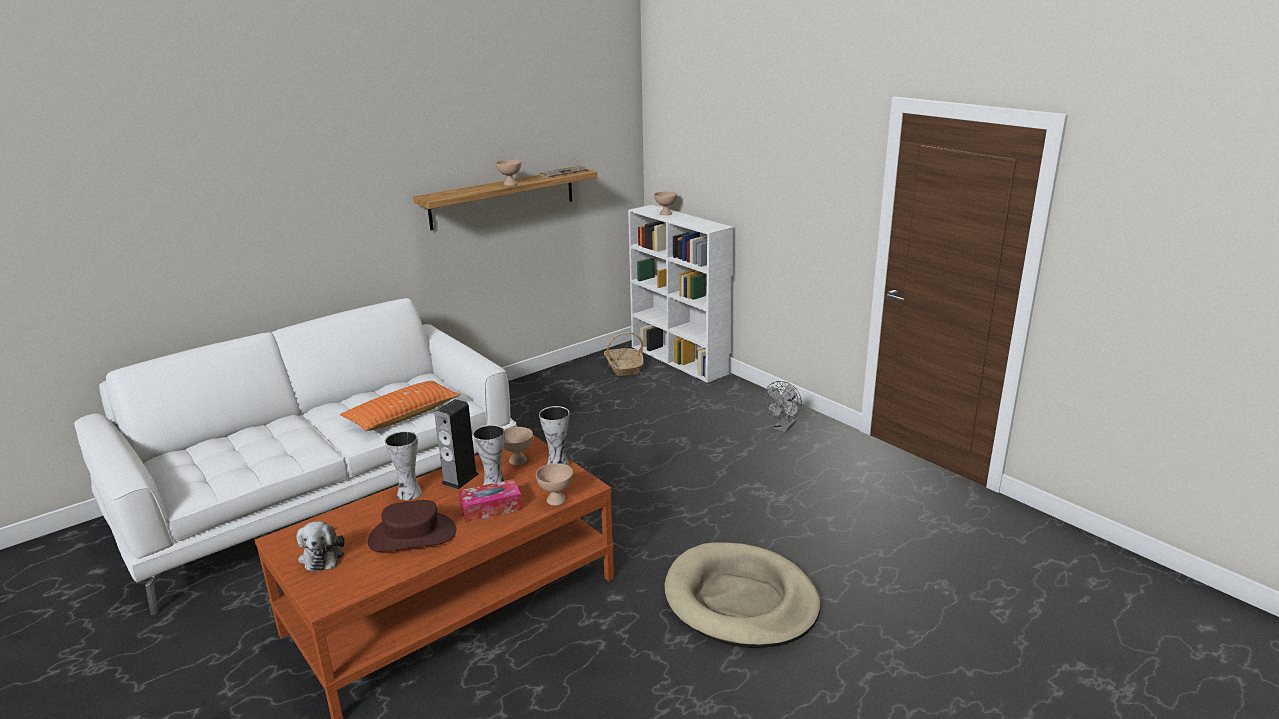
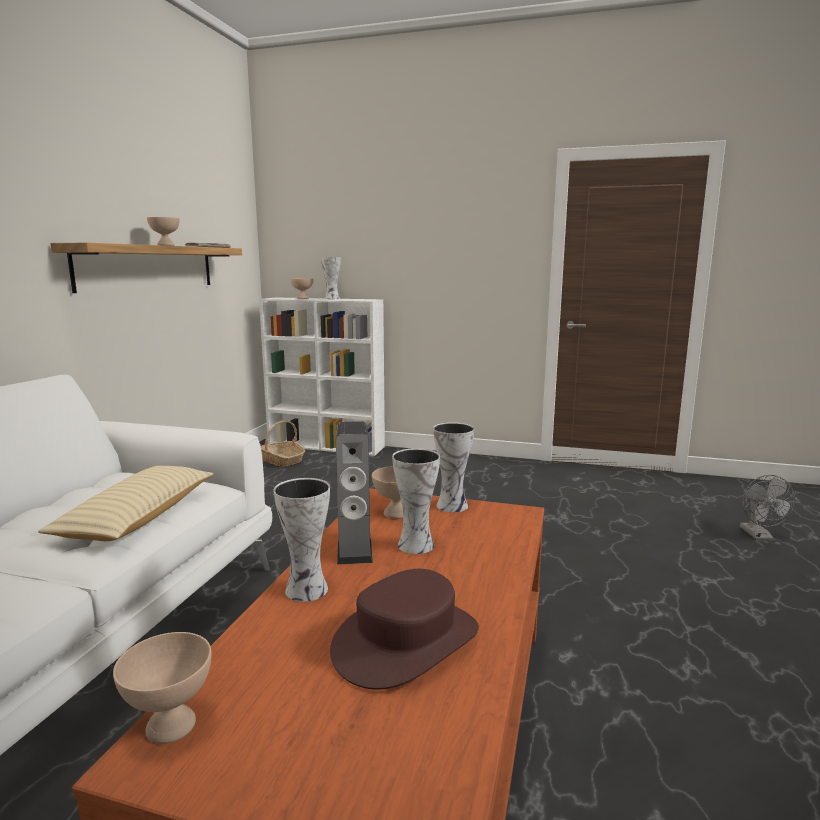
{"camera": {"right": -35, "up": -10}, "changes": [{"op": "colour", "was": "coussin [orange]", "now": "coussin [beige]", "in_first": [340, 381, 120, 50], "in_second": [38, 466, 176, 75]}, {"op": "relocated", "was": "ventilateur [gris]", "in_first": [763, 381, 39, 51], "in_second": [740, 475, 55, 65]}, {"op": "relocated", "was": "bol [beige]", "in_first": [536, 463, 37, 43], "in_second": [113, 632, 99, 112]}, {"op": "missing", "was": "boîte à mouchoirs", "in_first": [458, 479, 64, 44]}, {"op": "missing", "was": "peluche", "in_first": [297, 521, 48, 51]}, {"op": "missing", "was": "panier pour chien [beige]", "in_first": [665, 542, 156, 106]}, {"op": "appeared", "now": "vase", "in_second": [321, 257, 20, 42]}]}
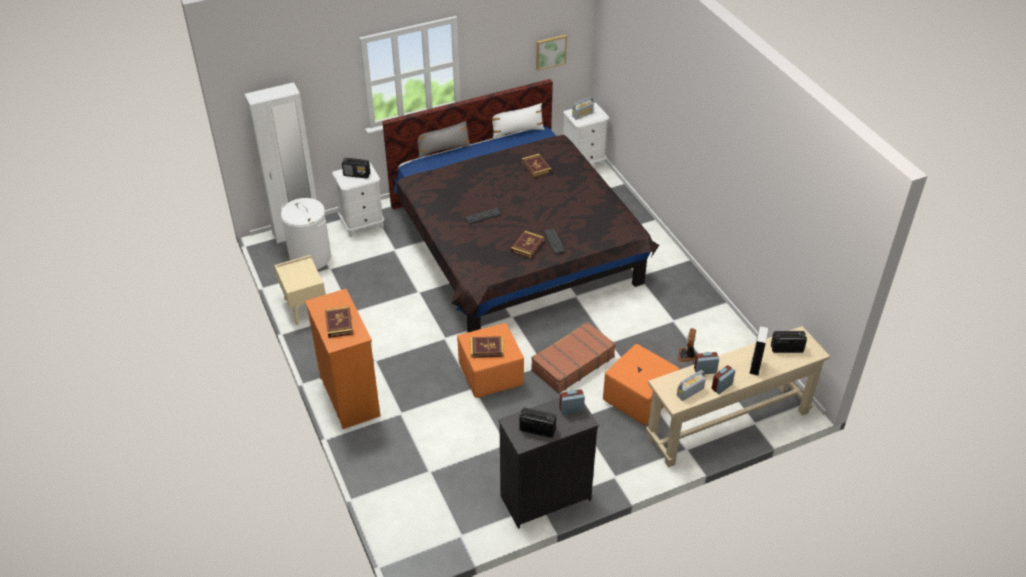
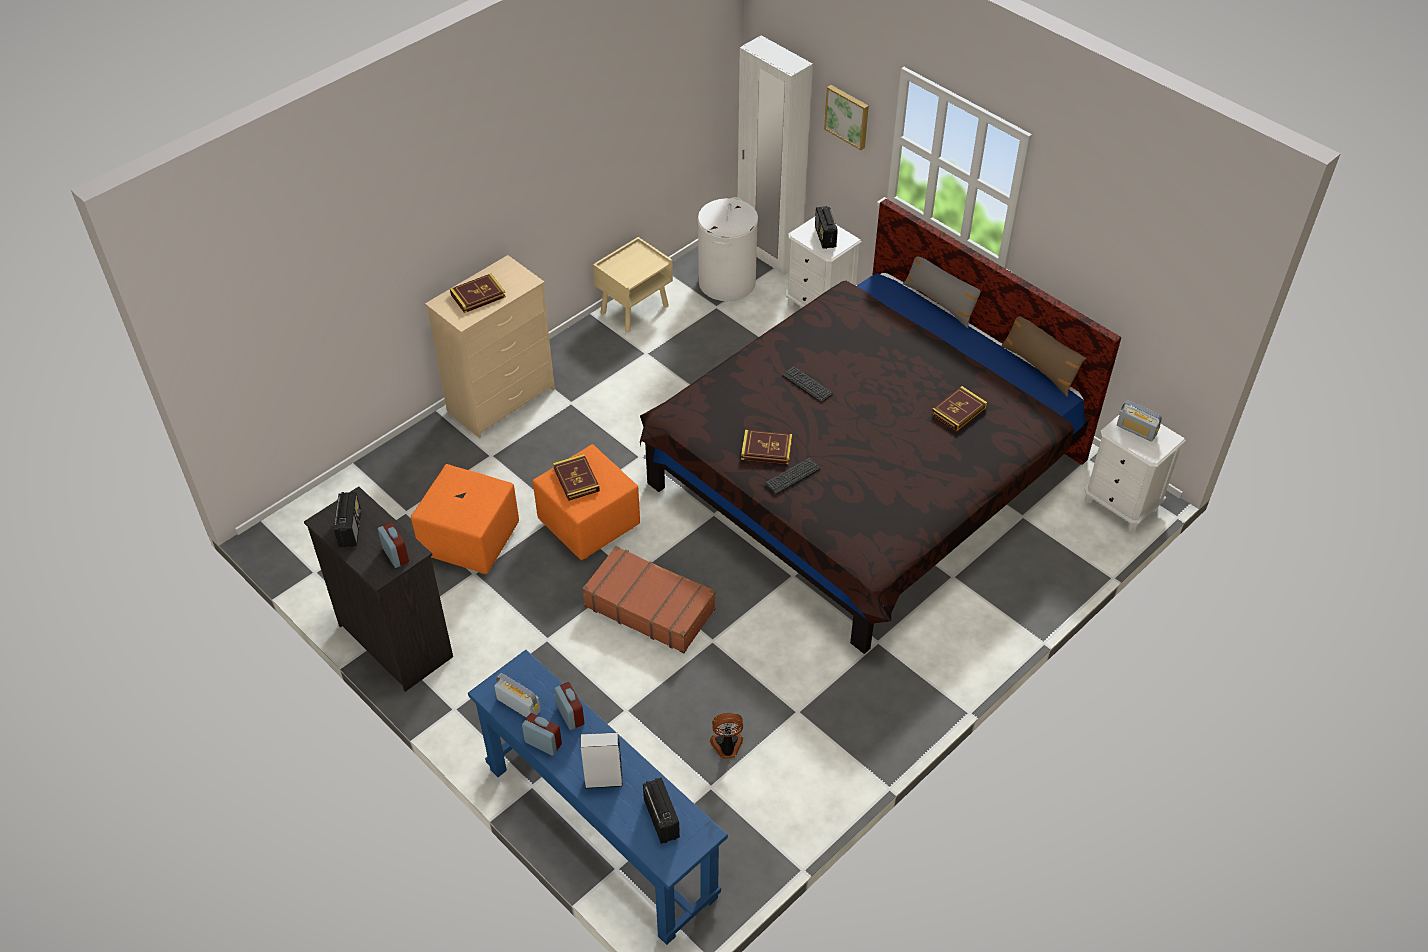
{"camera": {"right": 70, "up": 5}, "changes": [{"op": "relocated", "was": "tableau", "in_first": [536, 35, 31, 36], "in_second": [824, 85, 45, 65]}, {"op": "colour", "was": "coussin [blanc]", "now": "coussin [marron]", "in_first": [492, 103, 53, 36], "in_second": [1001, 316, 85, 81]}, {"op": "colour", "was": "commode [orange]", "now": "commode [beige]", "in_first": [305, 289, 75, 140], "in_second": [425, 255, 130, 184]}, {"op": "colour", "was": "table console [beige]", "now": "table console [bleu]", "in_first": [646, 326, 184, 142], "in_second": [468, 650, 260, 295]}, {"op": "relocated", "was": "pouf [orange]", "in_first": [603, 344, 76, 81], "in_second": [411, 464, 108, 110]}]}
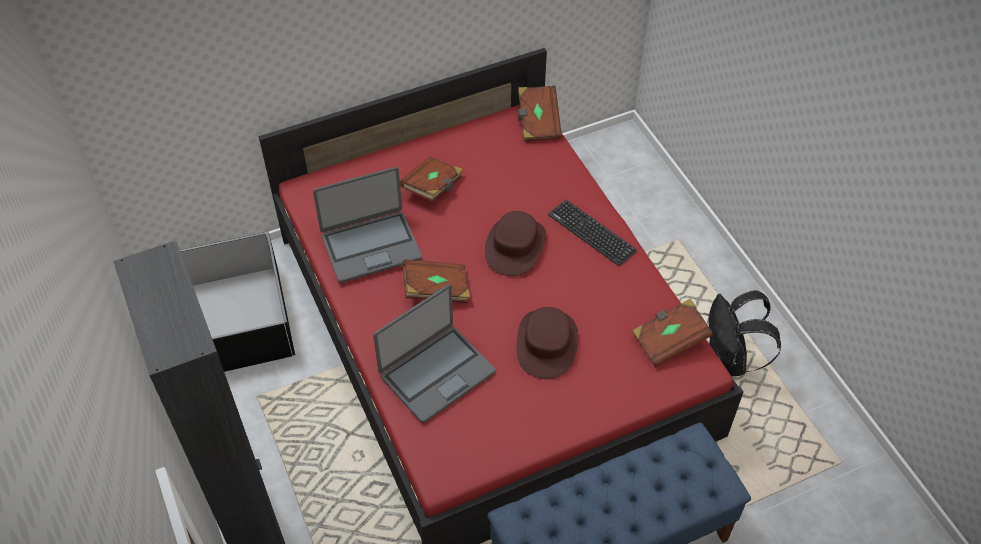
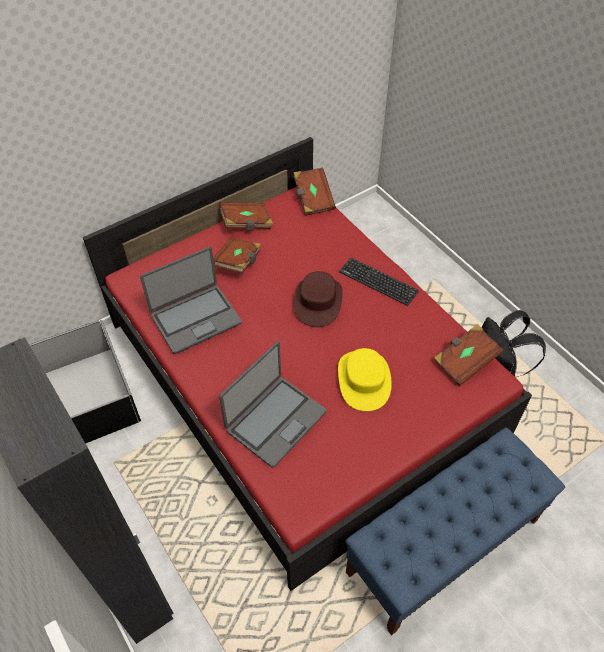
{"camera": {"right": -10, "up": 0}, "changes": [{"op": "relocated", "was": "livre [marron]", "in_first": [402, 259, 68, 44], "in_second": [219, 202, 54, 29]}, {"op": "colour", "was": "chapeau [marron]", "now": "chapeau [jaune]", "in_first": [517, 307, 61, 72], "in_second": [338, 348, 54, 63]}]}
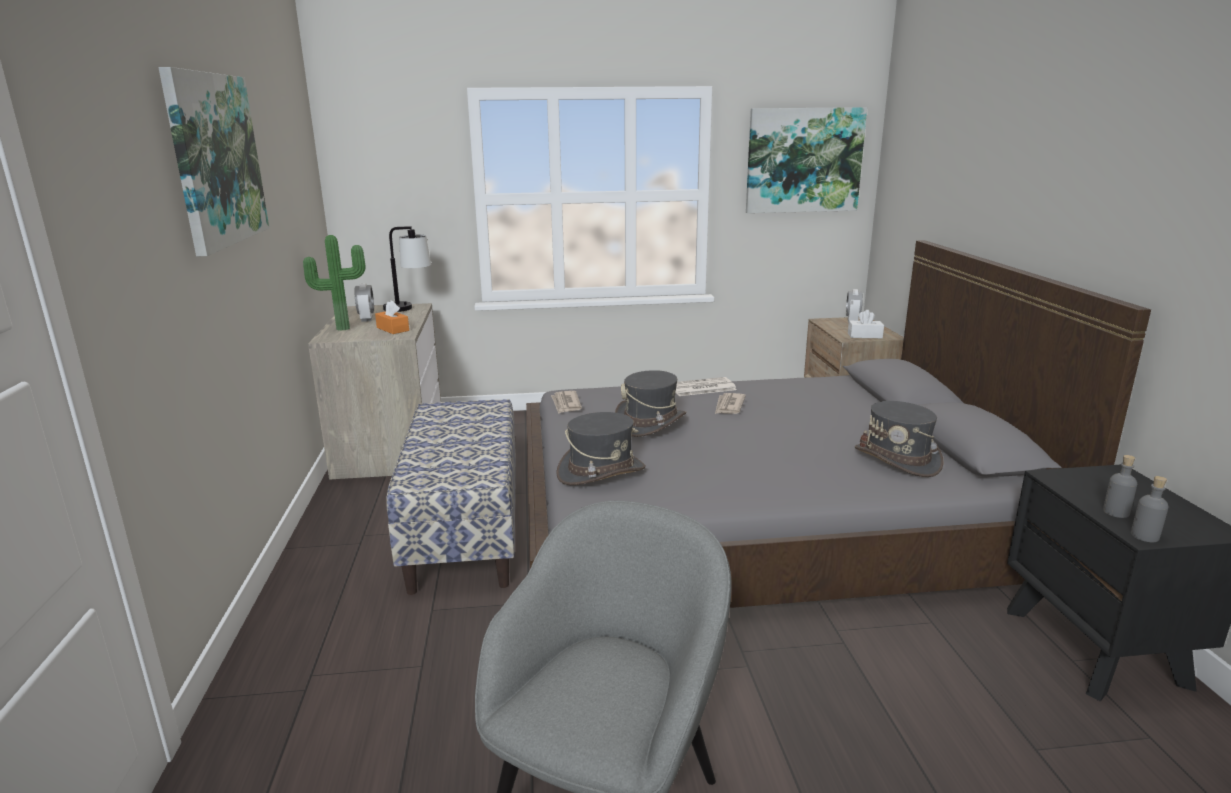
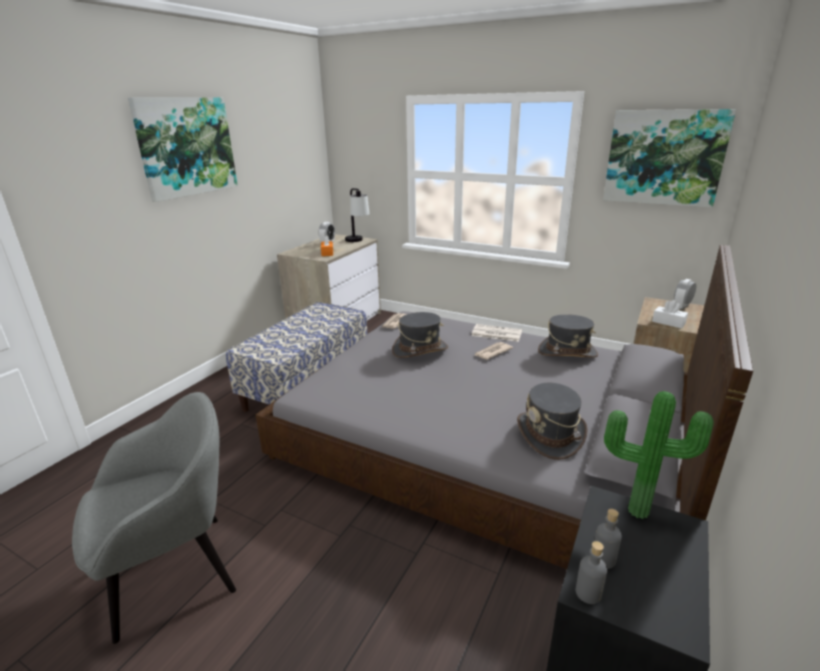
{"camera": {"right": 35, "up": 5}, "changes": [{"op": "relocated", "was": "plante en pot", "in_first": [303, 235, 63, 96], "in_second": [604, 391, 110, 128]}, {"op": "relocated", "was": "chapeau [gris]", "in_first": [556, 412, 89, 73], "in_second": [538, 314, 60, 44]}]}
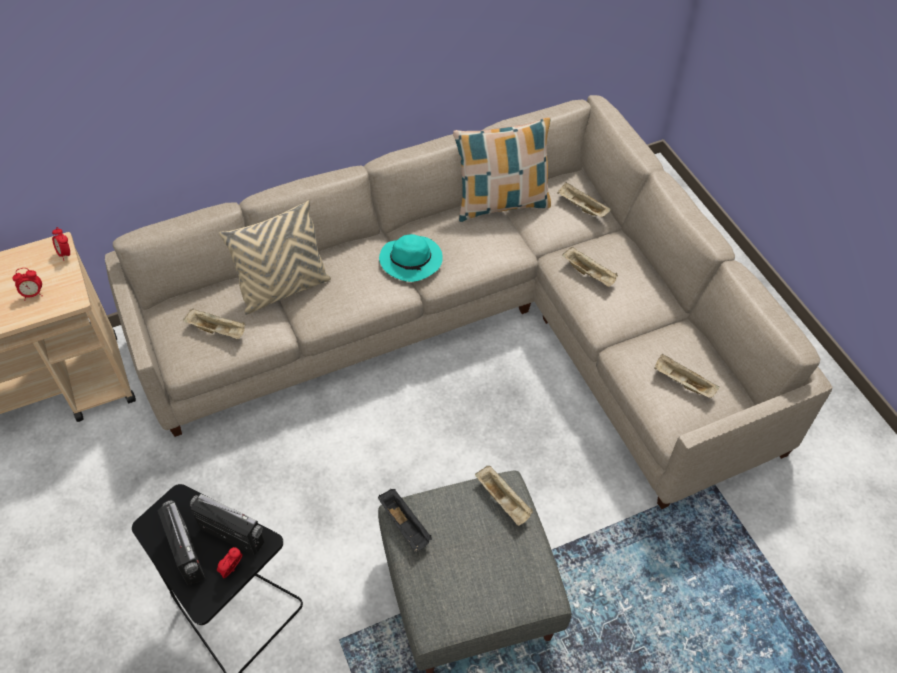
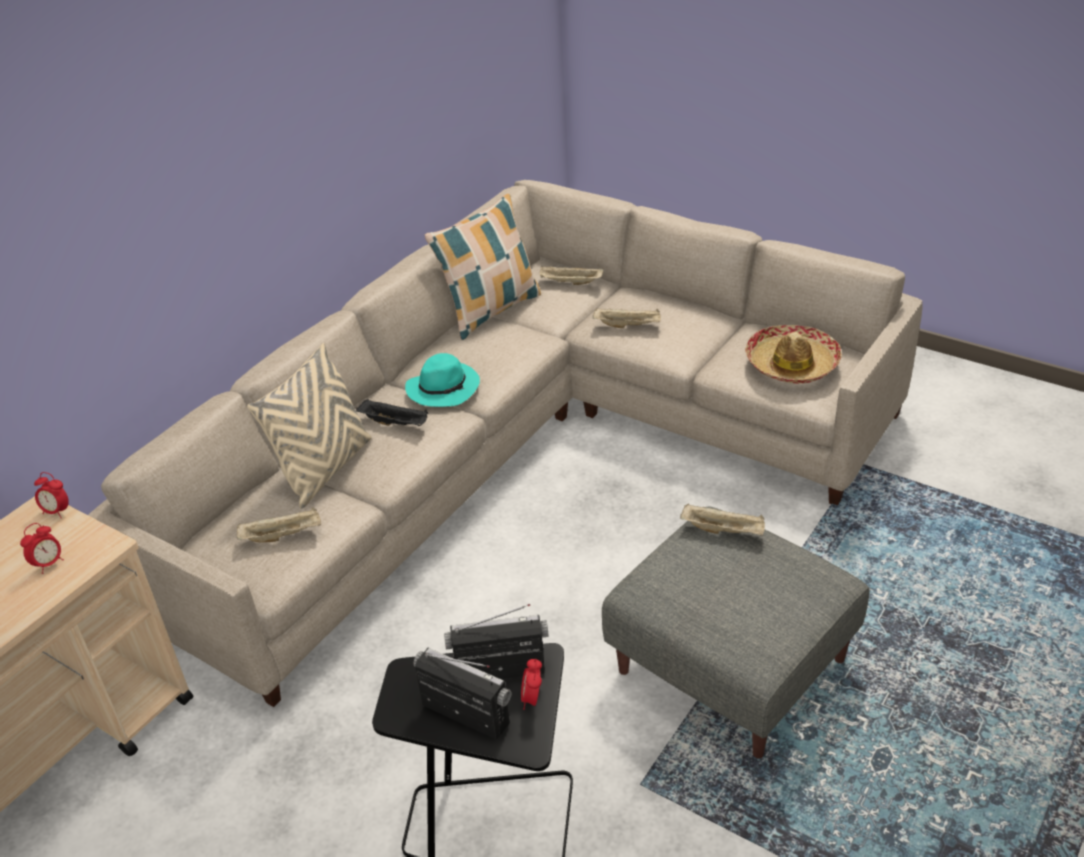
{"camera": {"right": -30, "up": -15}, "changes": [{"op": "exchanged", "was": "plateau [beige]", "now": "chapeau", "in_first": [654, 354, 65, 44], "in_second": [745, 325, 97, 59]}, {"op": "relocated", "was": "plateau [noir]", "in_first": [378, 489, 54, 63], "in_second": [356, 400, 72, 26]}]}
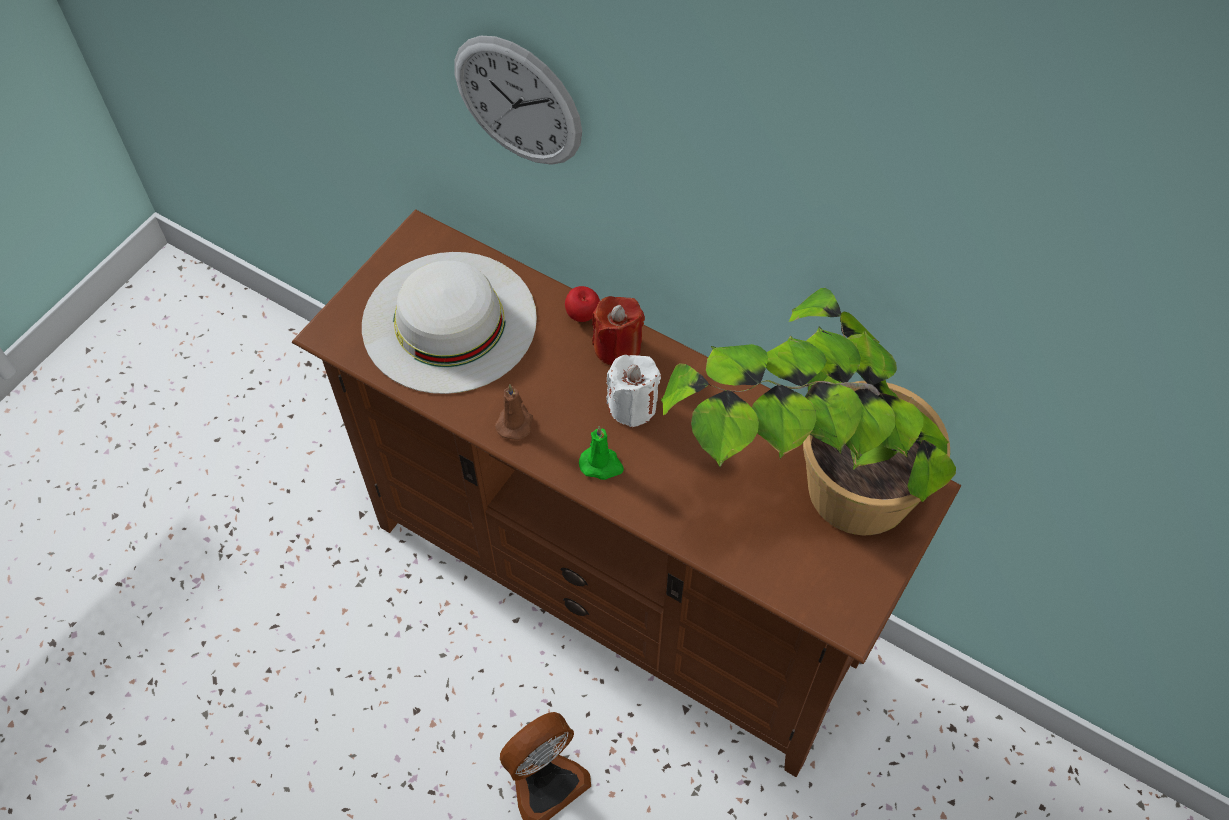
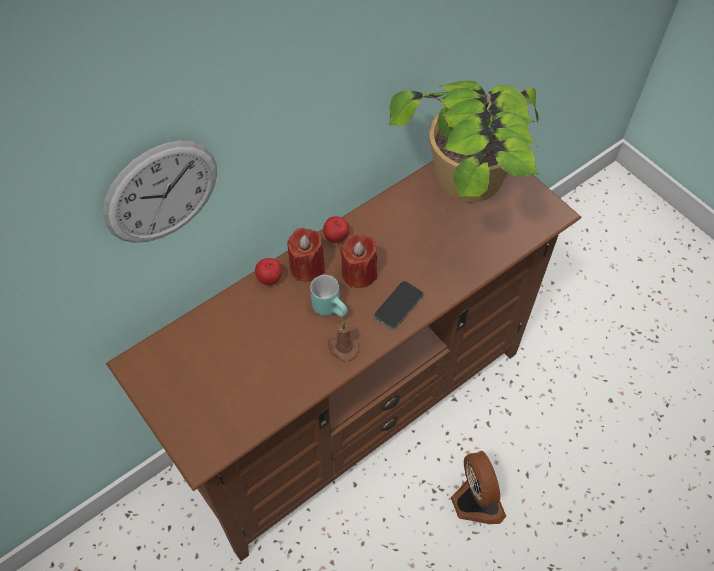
{"camera": {"right": -70, "up": 0}, "changes": [{"op": "missing", "was": "chapeau [blanc]", "in_first": [362, 252, 175, 142]}, {"op": "colour", "was": "bougie [blanc]", "now": "bougie [rouge]", "in_first": [606, 355, 55, 73], "in_second": [340, 234, 37, 54]}, {"op": "exchanged", "was": "bougie [vert]", "now": "téléphone", "in_first": [579, 426, 45, 54], "in_second": [374, 281, 50, 48]}, {"op": "appeared", "now": "pomme", "in_second": [323, 216, 26, 27]}, {"op": "appeared", "now": "mug [turquoise]", "in_second": [310, 275, 38, 42]}]}
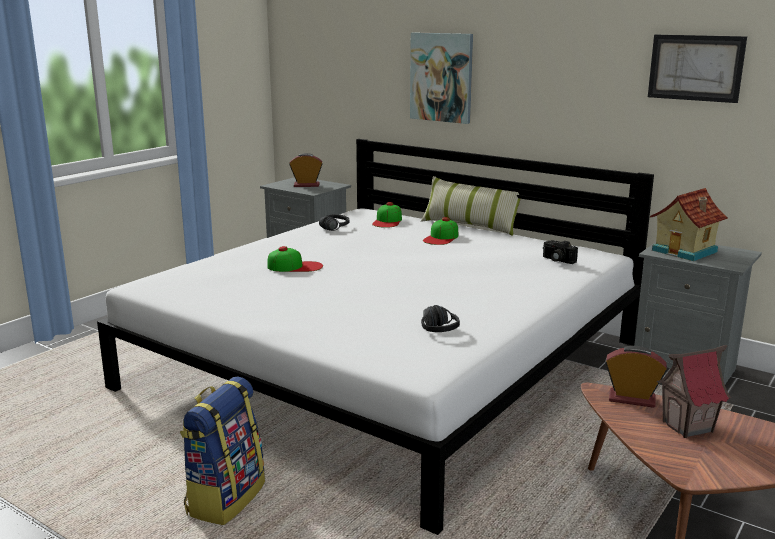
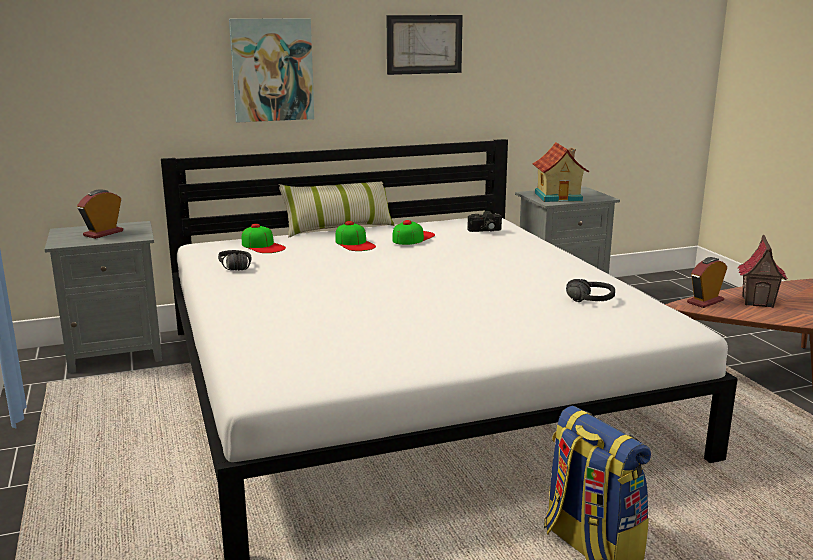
{"camera": {"right": -55, "up": 0}, "changes": [{"op": "relocated", "was": "tableau", "in_first": [648, 35, 99, 68], "in_second": [387, 15, 76, 60]}, {"op": "relocated", "was": "casquette", "in_first": [267, 246, 56, 26], "in_second": [392, 220, 43, 25]}]}
